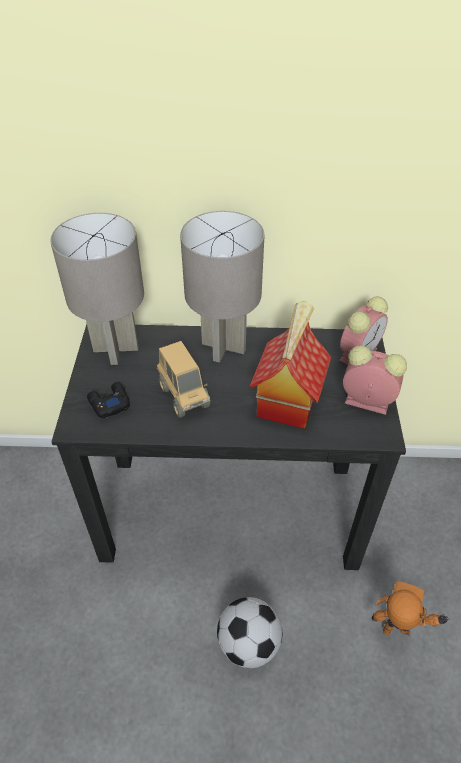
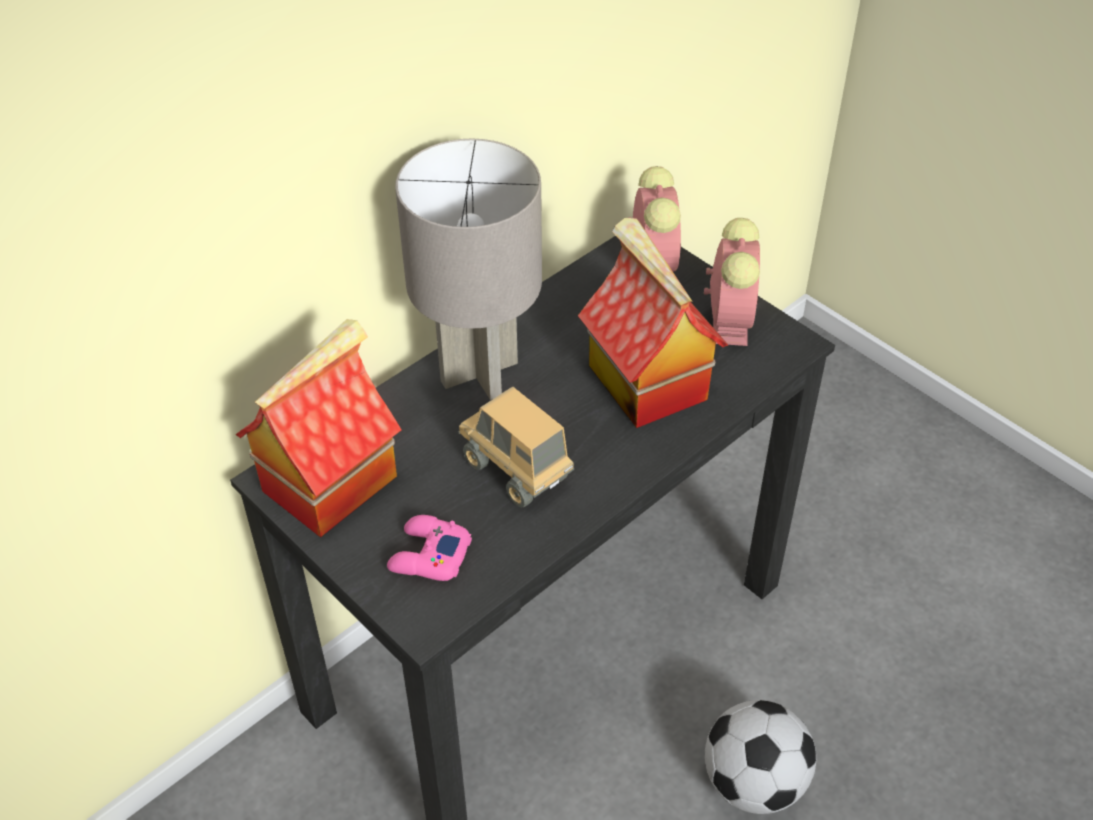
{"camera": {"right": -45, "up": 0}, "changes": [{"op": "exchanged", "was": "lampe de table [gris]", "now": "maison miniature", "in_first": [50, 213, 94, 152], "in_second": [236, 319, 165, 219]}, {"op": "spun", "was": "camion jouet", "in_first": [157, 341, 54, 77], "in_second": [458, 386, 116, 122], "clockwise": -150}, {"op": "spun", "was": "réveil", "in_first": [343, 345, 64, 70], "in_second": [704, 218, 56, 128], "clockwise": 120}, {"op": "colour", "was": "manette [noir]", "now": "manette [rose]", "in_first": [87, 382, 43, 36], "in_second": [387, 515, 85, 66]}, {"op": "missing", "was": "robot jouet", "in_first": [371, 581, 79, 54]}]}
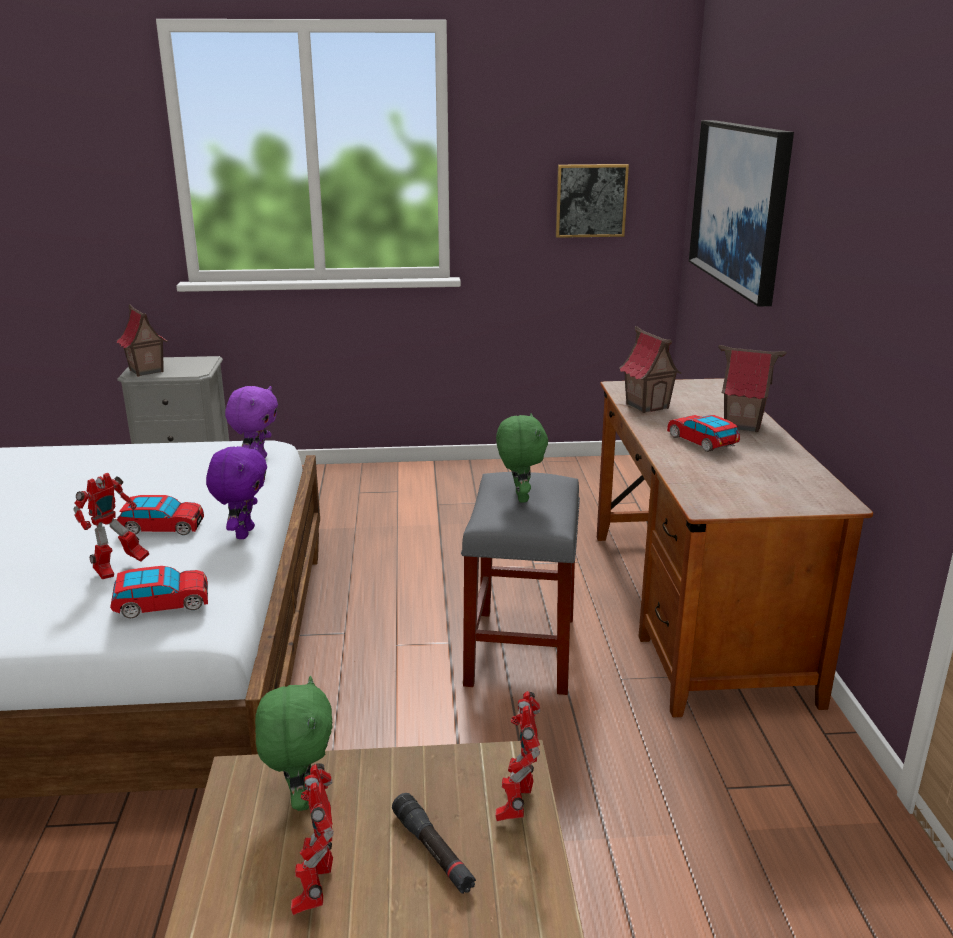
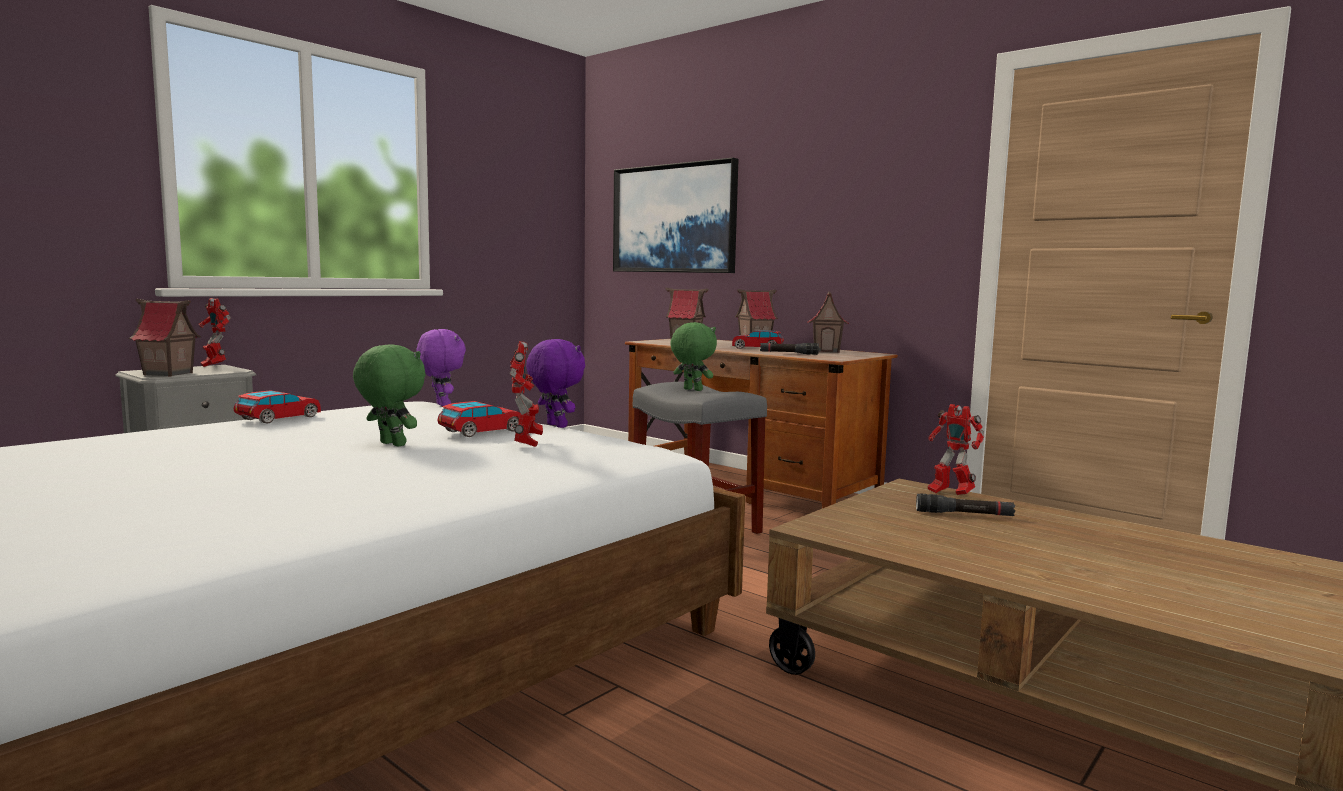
{"camera": {"right": -45, "up": -15}, "changes": [{"op": "missing", "was": "tableau", "in_first": [556, 164, 73, 74]}, {"op": "relocated", "was": "petite voiture", "in_first": [110, 566, 98, 52], "in_second": [234, 390, 87, 34]}, {"op": "relocated", "was": "peluche [vert]", "in_first": [255, 676, 78, 135], "in_second": [353, 344, 73, 103]}, {"op": "relocated", "was": "robot jouet", "in_first": [291, 763, 43, 152], "in_second": [198, 298, 33, 69]}, {"op": "appeared", "now": "maison miniature", "in_second": [807, 291, 42, 62]}, {"op": "appeared", "now": "lampe de poche [noir]", "in_second": [760, 343, 59, 12]}]}
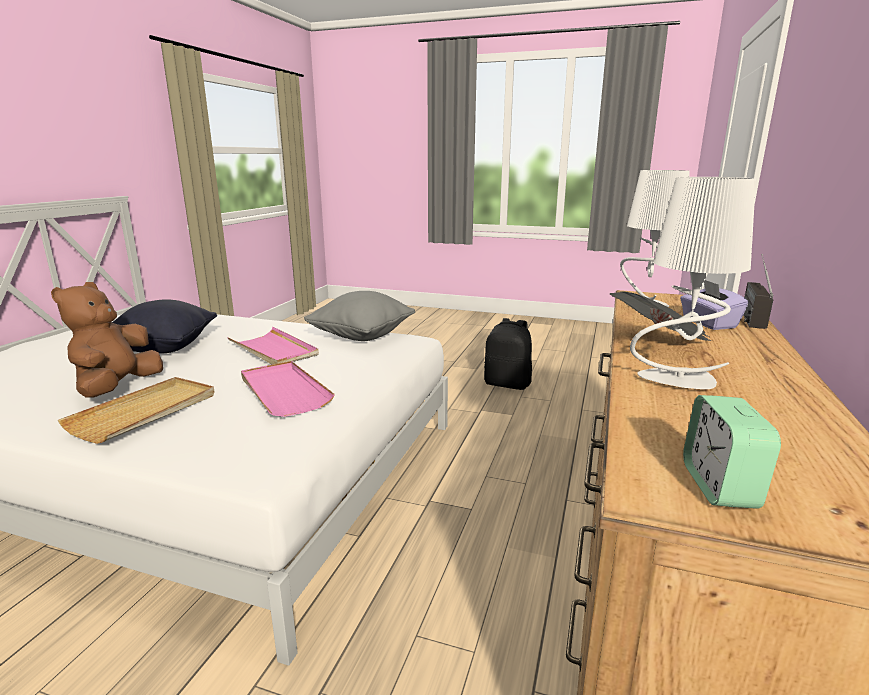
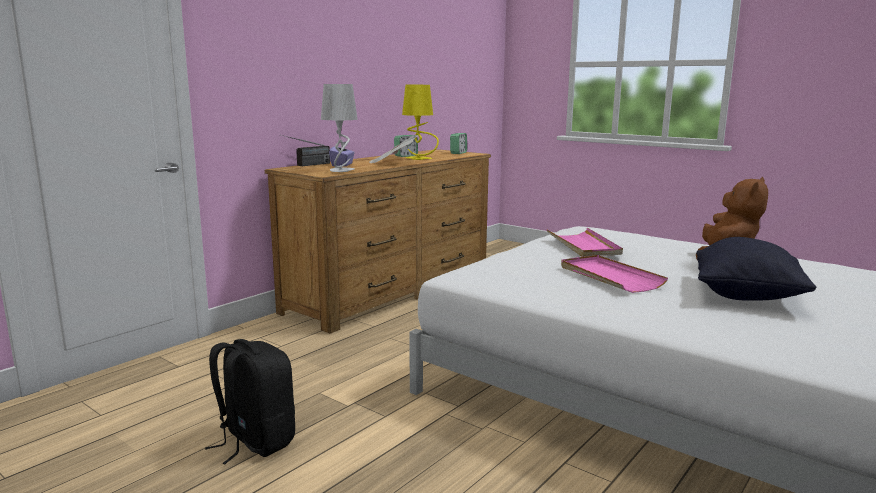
{"camera": {"right": -160, "up": -5}, "changes": [{"op": "colour", "was": "lampe de table [gris]", "now": "lampe de table [jaune]", "in_first": [630, 177, 126, 212], "in_second": [402, 84, 37, 76]}, {"op": "missing", "was": "coussin [gris]", "in_first": [304, 291, 111, 50]}, {"op": "missing", "was": "plateau [beige]", "in_first": [58, 377, 156, 67]}, {"op": "appeared", "now": "réveil", "in_second": [394, 135, 24, 22]}]}
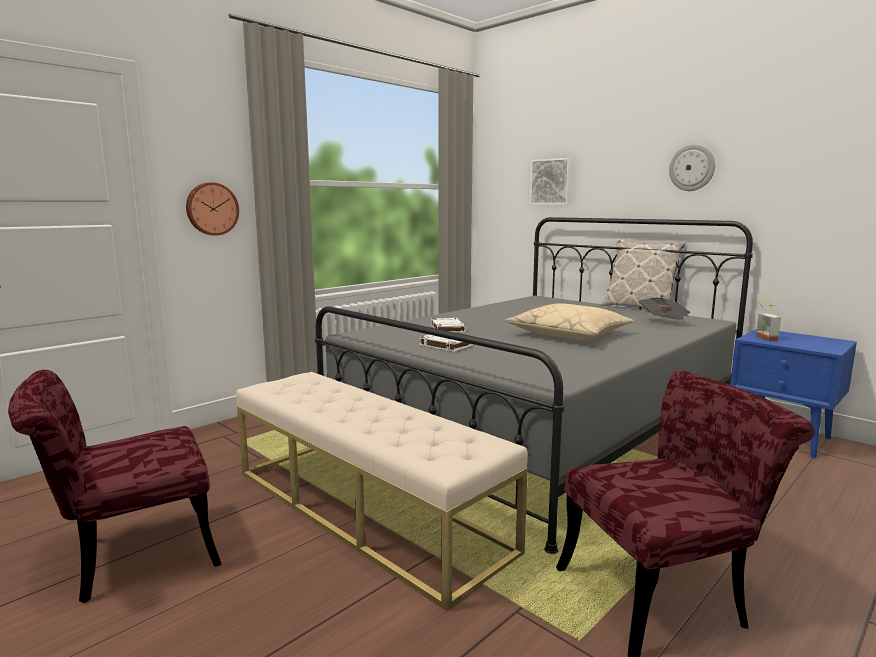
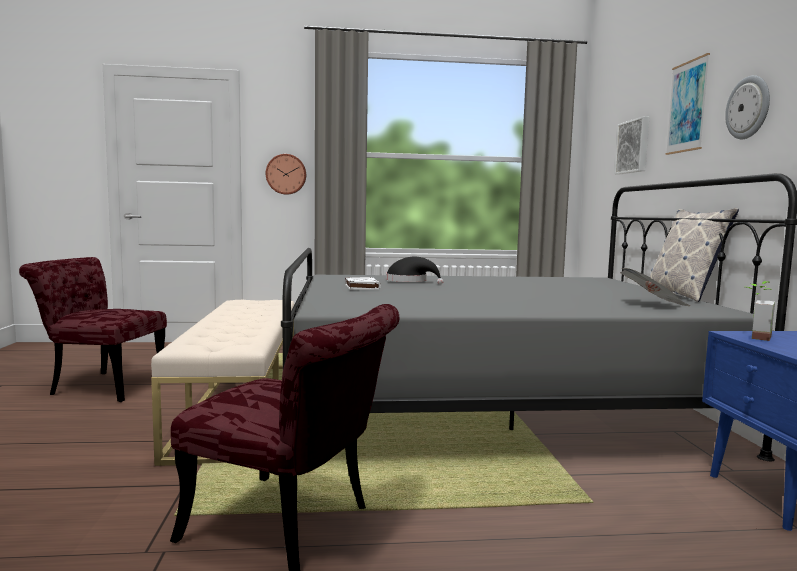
{"camera": {"right": 40, "up": -5}, "changes": [{"op": "missing", "was": "coussin [beige]", "in_first": [505, 303, 129, 37]}, {"op": "exchanged", "was": "livre [blanc]", "now": "chapeau [noir]", "in_first": [431, 318, 35, 15], "in_second": [386, 257, 57, 28]}, {"op": "appeared", "now": "tableau", "in_second": [665, 53, 45, 102]}]}
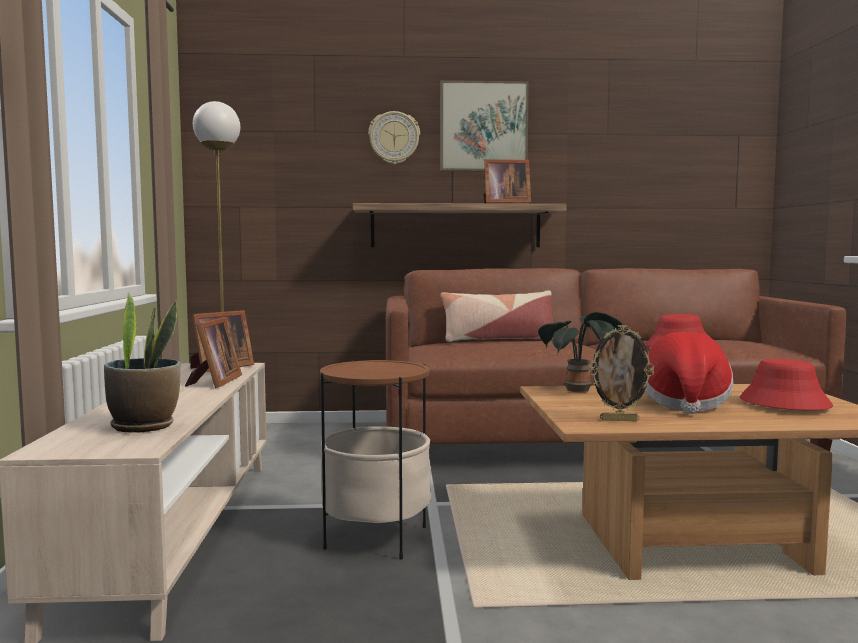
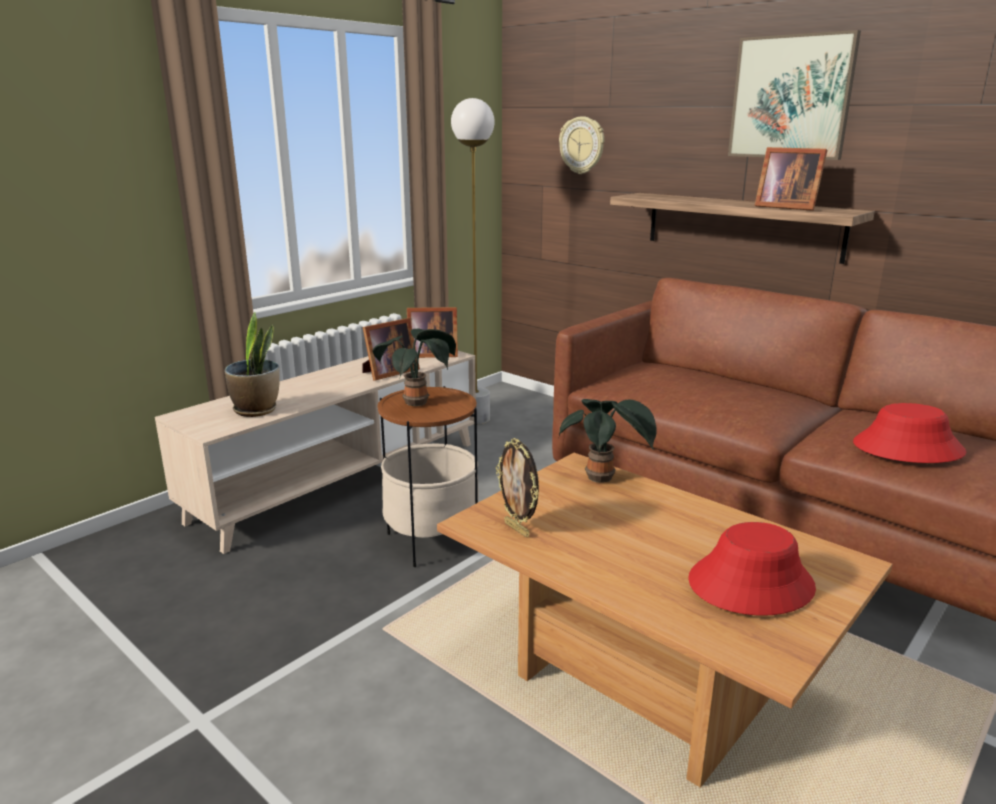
{"camera": {"right": 45, "up": 15}, "changes": [{"op": "relocated", "was": "horloge murale", "in_first": [368, 111, 52, 53], "in_second": [559, 116, 45, 58]}, {"op": "missing", "was": "coussin", "in_first": [440, 290, 113, 52]}, {"op": "missing", "was": "chapeau", "in_first": [645, 332, 88, 82]}, {"op": "appeared", "now": "plante en pot", "in_second": [372, 329, 84, 77]}]}
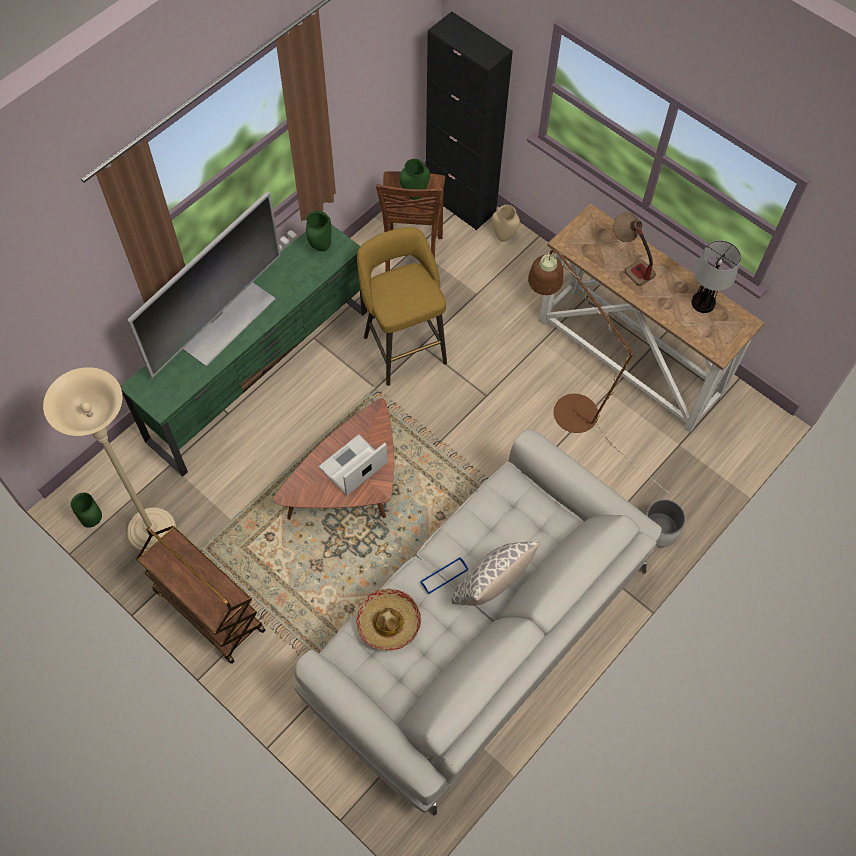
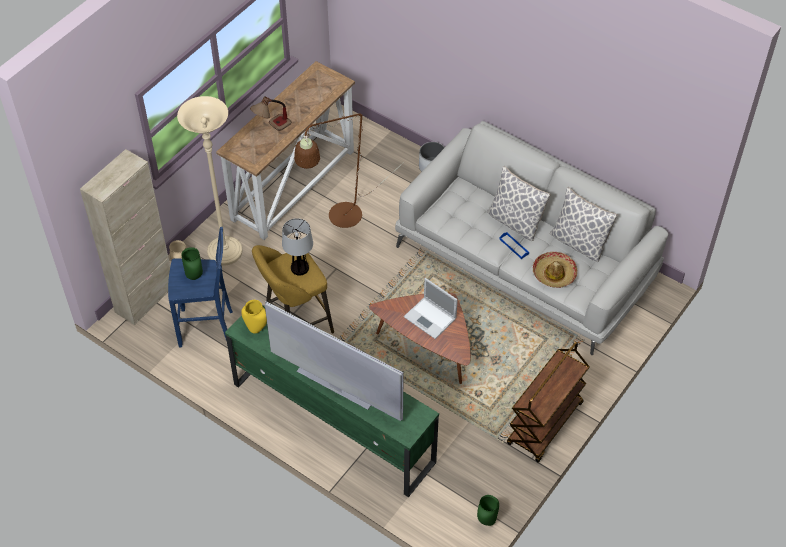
{"camera": {"right": -95, "up": -10}, "changes": [{"op": "colour", "was": "meuble de rangement [noir]", "now": "meuble de rangement [beige]", "in_first": [426, 12, 87, 218], "in_second": [80, 149, 90, 176]}, {"op": "colour", "was": "tabouret [marron]", "now": "tabouret [bleu]", "in_first": [376, 171, 69, 101], "in_second": [168, 227, 65, 120]}, {"op": "colour", "was": "vase [vert]", "now": "vase [jaune]", "in_first": [306, 211, 25, 40], "in_second": [241, 300, 26, 34]}, {"op": "relocated", "was": "lampe de table", "in_first": [691, 240, 50, 73], "in_second": [282, 218, 31, 58]}, {"op": "relocated", "was": "lampadaire [beige]", "in_first": [43, 367, 133, 186], "in_second": [177, 96, 65, 170]}, {"op": "appeared", "now": "coussin", "in_second": [550, 187, 68, 75]}]}
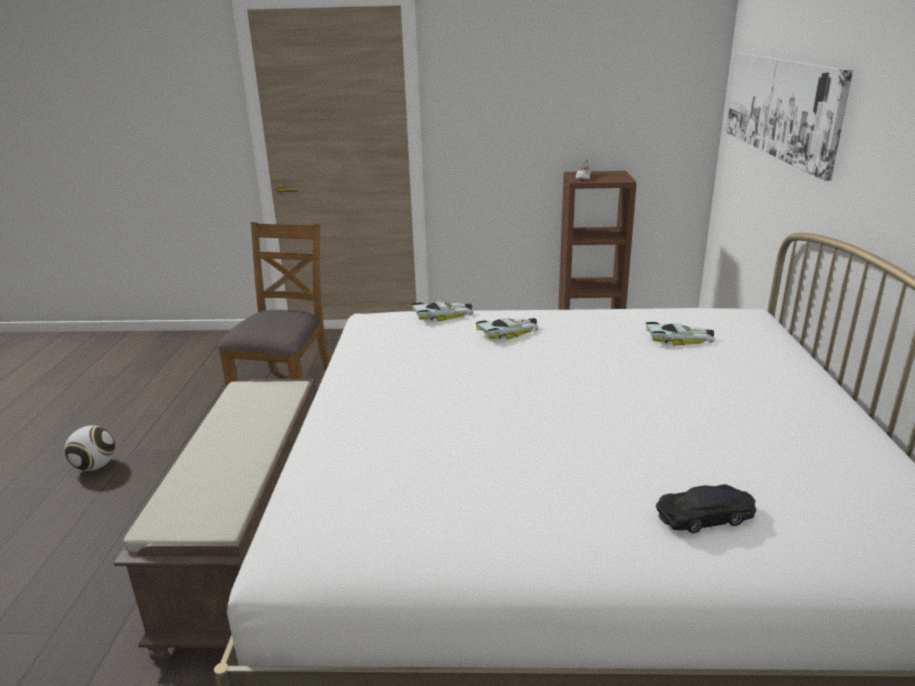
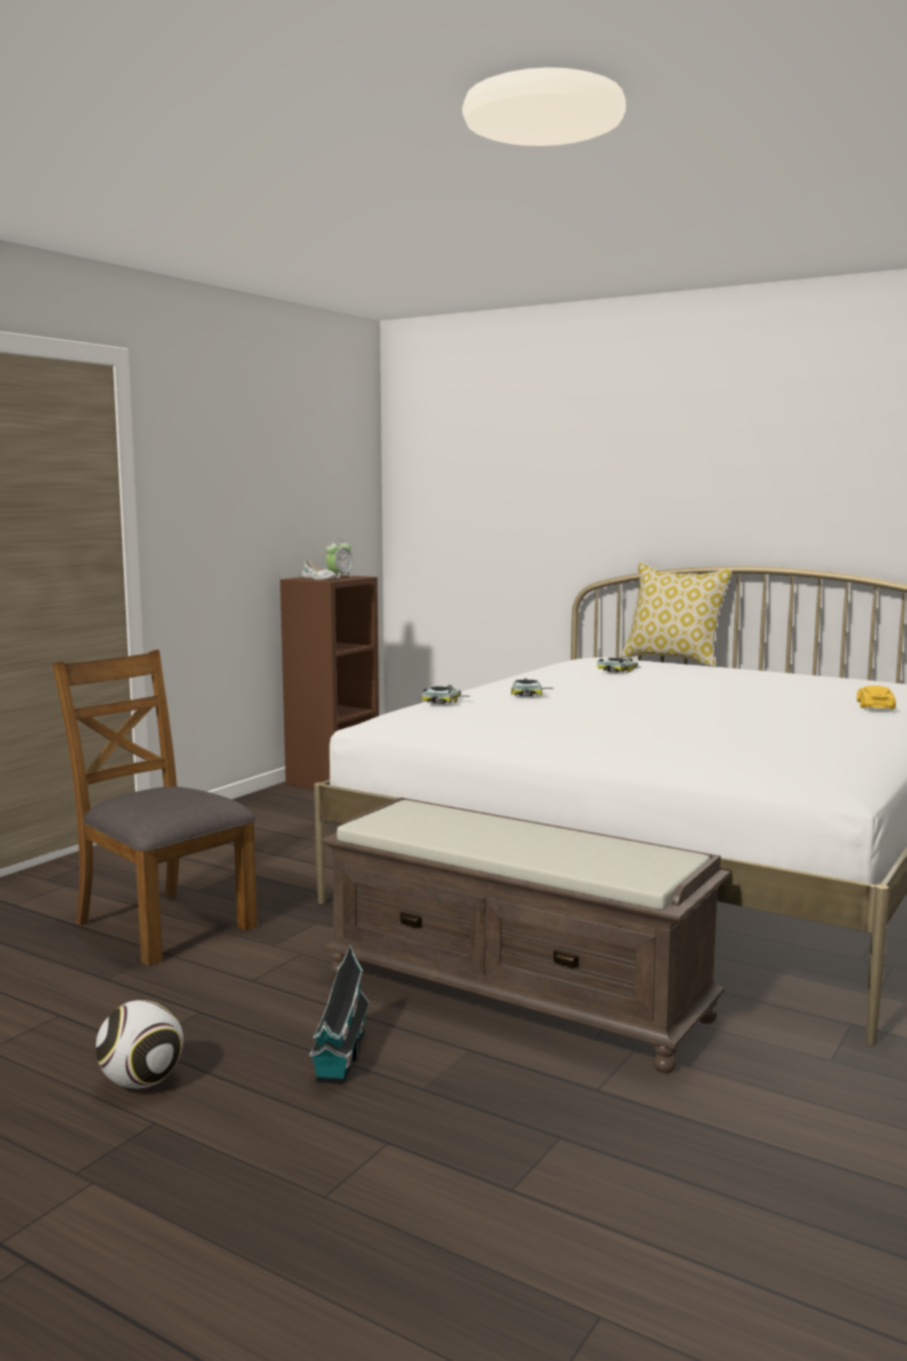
{"camera": {"right": -60, "up": -15}, "changes": [{"op": "missing", "was": "tableau", "in_first": [726, 53, 127, 128]}, {"op": "colour", "was": "petite voiture [noir]", "now": "petite voiture [jaune]", "in_first": [656, 484, 100, 50], "in_second": [857, 685, 39, 25]}, {"op": "appeared", "now": "réveil", "in_second": [326, 538, 27, 40]}, {"op": "appeared", "now": "coussin", "in_second": [621, 563, 111, 104]}, {"op": "appeared", "now": "maison miniature", "in_second": [309, 945, 61, 139]}]}
